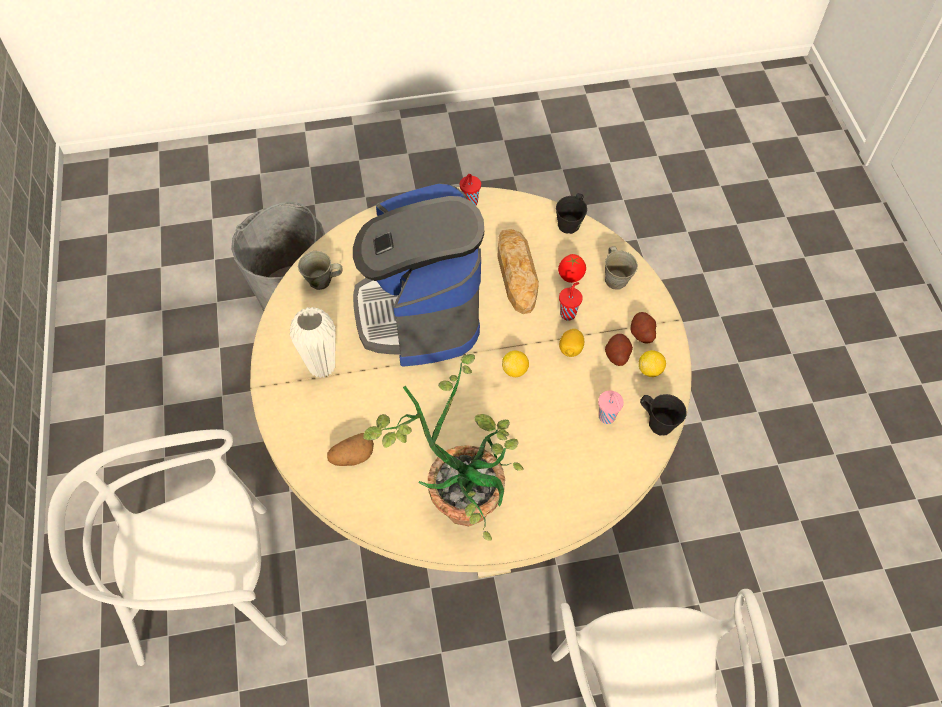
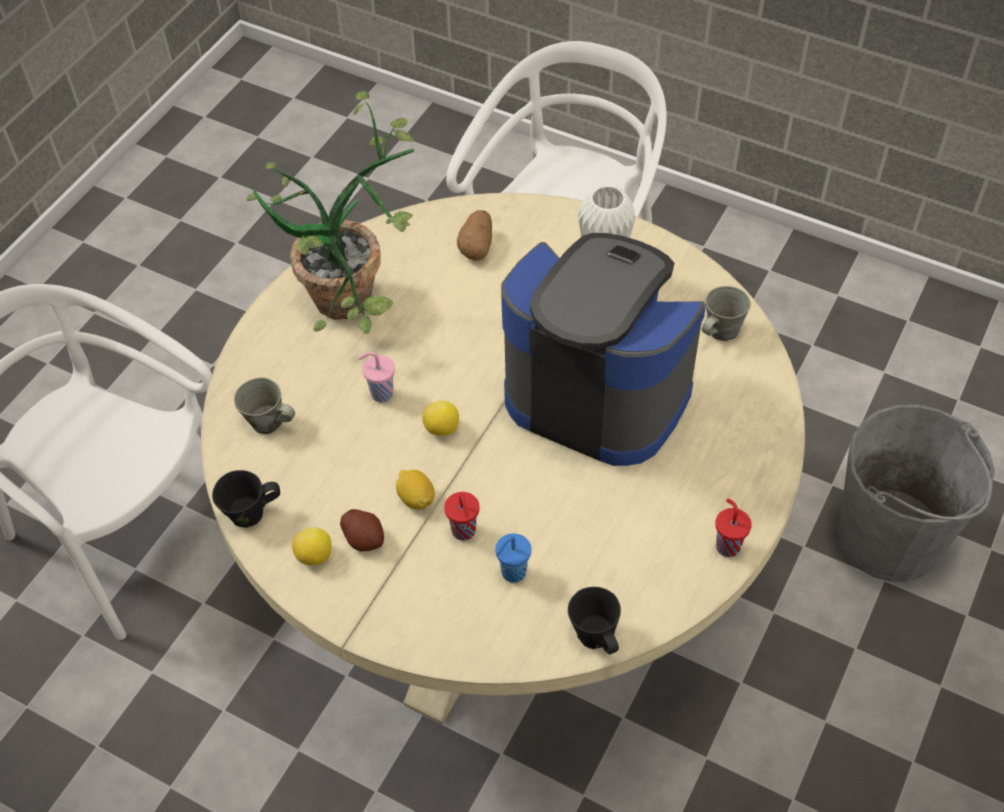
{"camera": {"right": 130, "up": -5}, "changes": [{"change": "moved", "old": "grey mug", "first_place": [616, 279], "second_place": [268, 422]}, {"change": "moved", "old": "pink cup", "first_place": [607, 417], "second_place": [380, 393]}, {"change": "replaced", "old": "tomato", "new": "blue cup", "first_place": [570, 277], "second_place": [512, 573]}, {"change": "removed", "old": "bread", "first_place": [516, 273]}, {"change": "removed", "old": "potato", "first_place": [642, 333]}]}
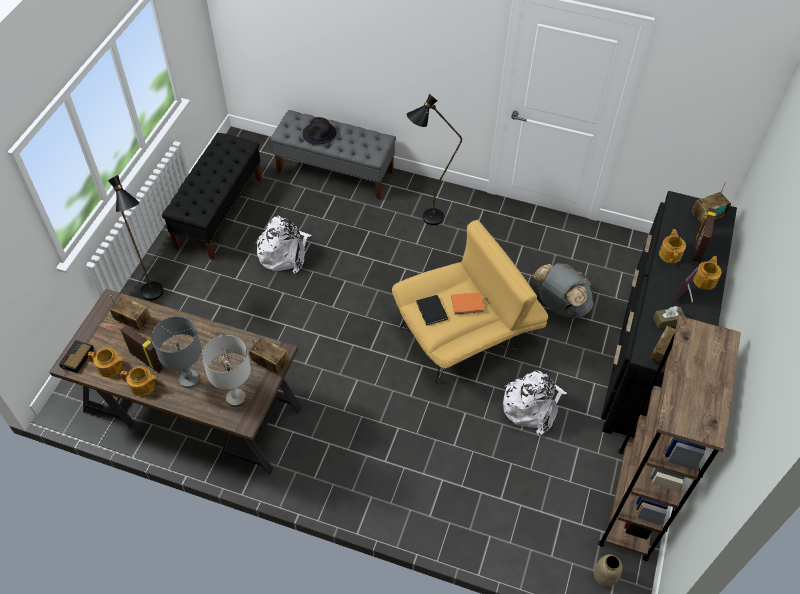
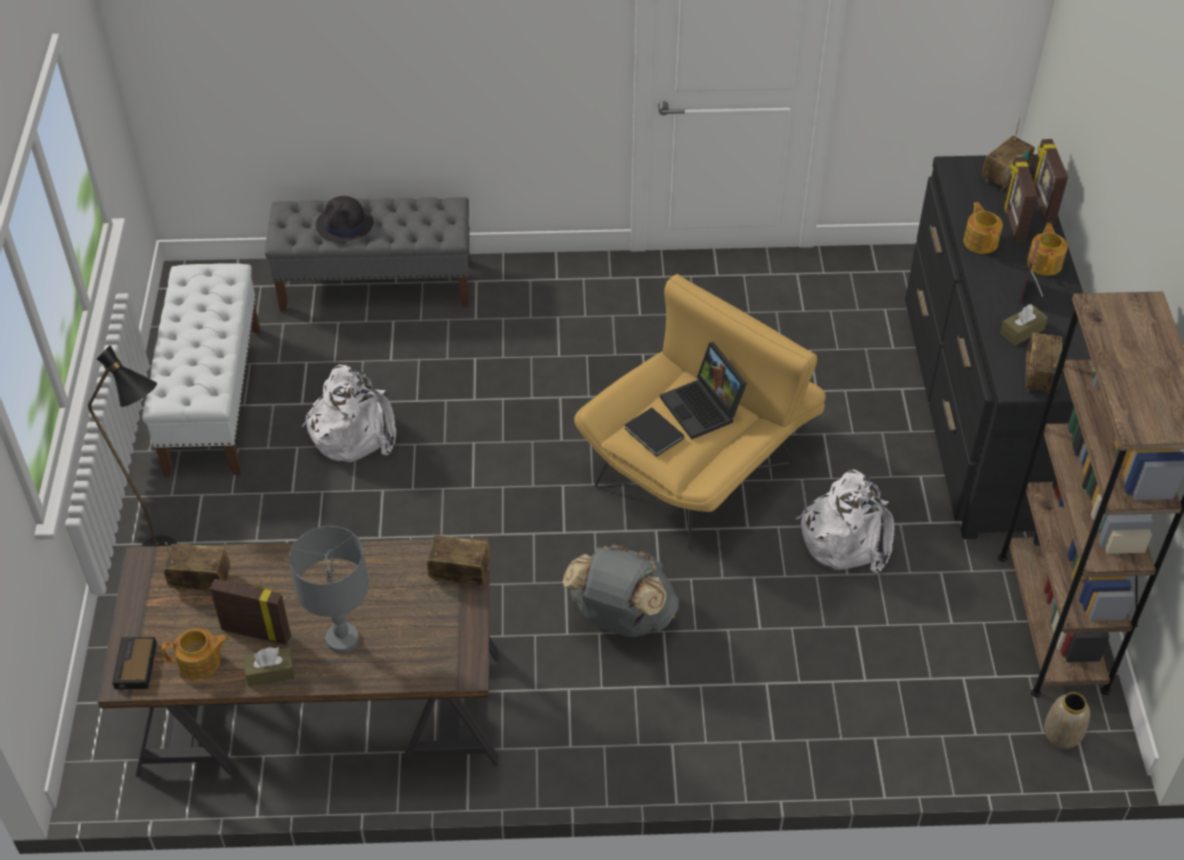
{"camera": {"right": -20, "up": -5}, "changes": [{"change": "recoloured", "old": "black bench", "new": "white bench", "first_place": [220, 213], "second_place": [214, 399]}, {"change": "replaced", "old": "teapot", "new": "brown tissue box", "first_place": [143, 386], "second_place": [270, 672]}, {"change": "moved", "old": "grey backpack", "first_place": [560, 305], "second_place": [621, 618]}, {"change": "replaced", "old": "orange book", "new": "laptop", "first_place": [468, 304], "second_place": [704, 408]}, {"change": "added", "new": "picture frame", "second_place": [1041, 204]}, {"change": "removed", "old": "grey table lamp", "first_place": [236, 398]}, {"change": "removed", "old": "black floor lamp", "first_place": [426, 220]}]}
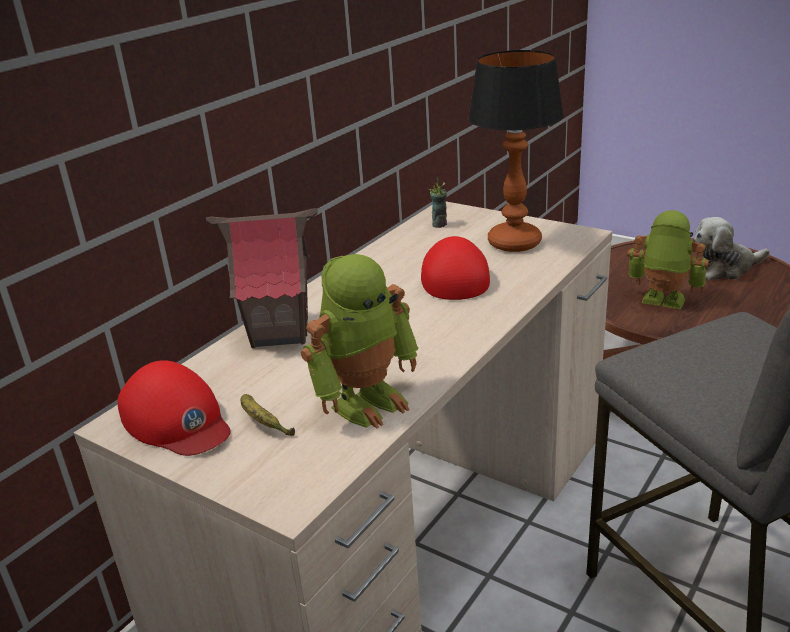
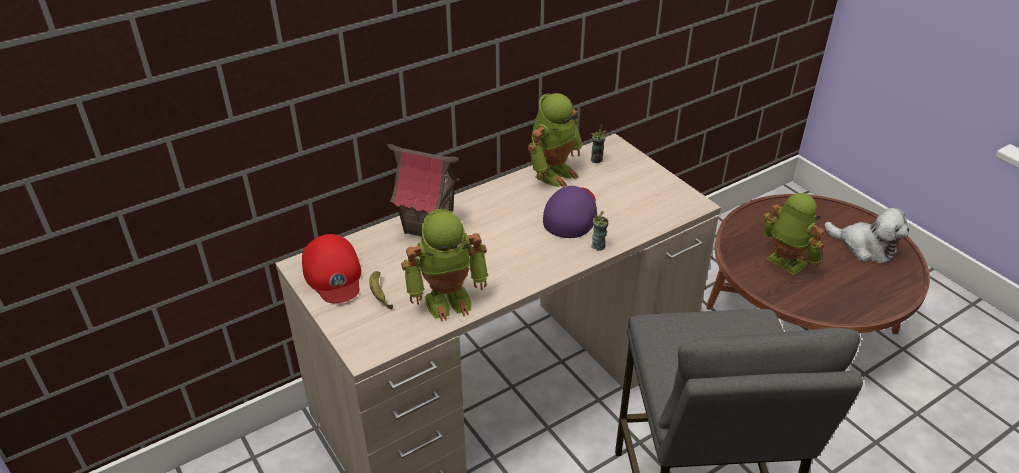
{"camera": {"right": 20, "up": 10}, "changes": [{"change": "added", "new": "toy robot", "second_place": [553, 173]}, {"change": "recoloured", "old": "red cap", "new": "purple cap", "first_place": [454, 276], "second_place": [571, 214]}, {"change": "added", "new": "cup", "second_place": [598, 246]}, {"change": "turned", "old": "plush toy", "first_place": [724, 268], "second_place": [865, 247], "degrees": -150}, {"change": "removed", "old": "table lamp", "first_place": [515, 242]}]}
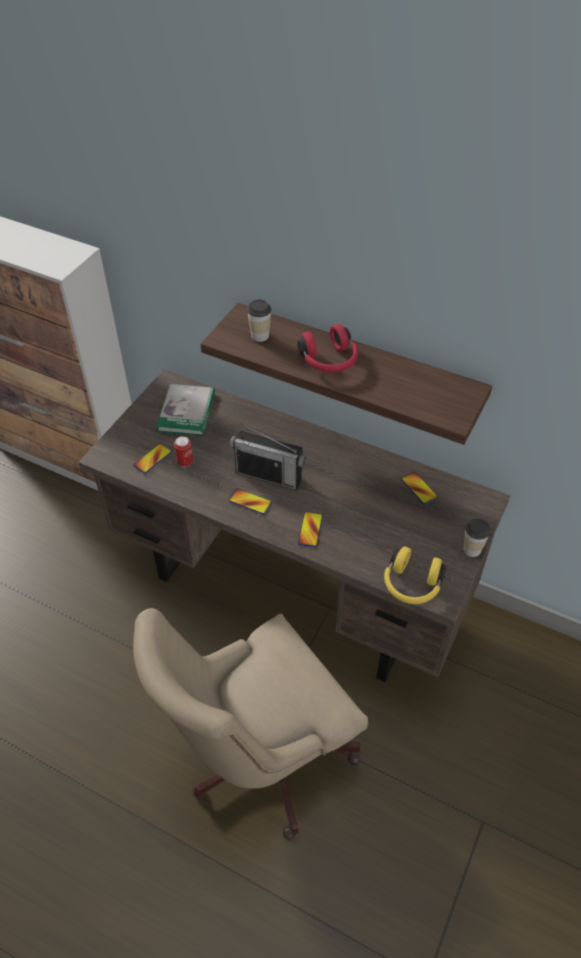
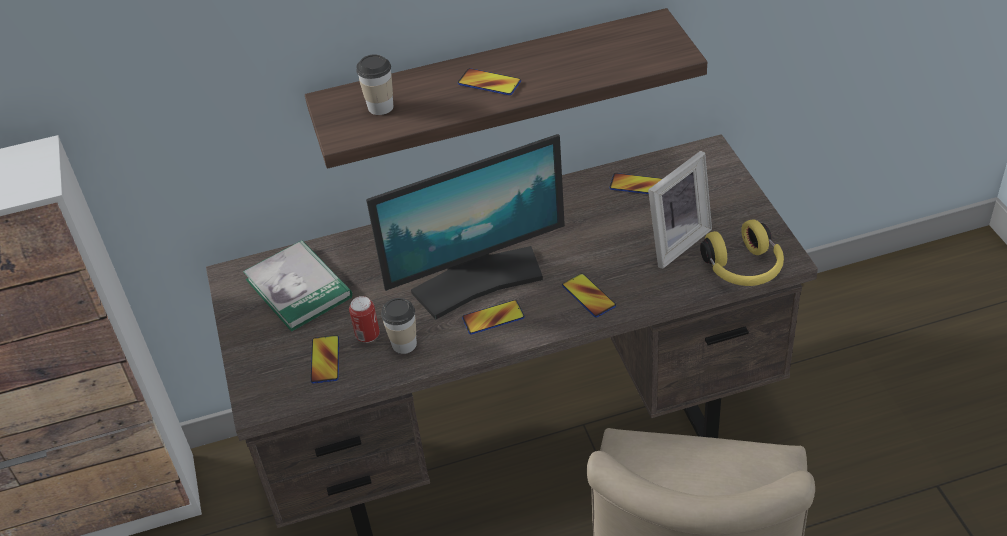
{"camera": {"right": -40, "up": -5}, "changes": [{"change": "replaced", "old": "radio", "new": "monitor", "first_place": [269, 475], "second_place": [478, 280]}, {"change": "moved", "old": "cup", "first_place": [472, 549], "second_place": [404, 344]}, {"change": "replaced", "old": "red headphones", "new": "phone", "first_place": [329, 361], "second_place": [489, 83]}, {"change": "added", "new": "picture frame", "second_place": [674, 241]}]}
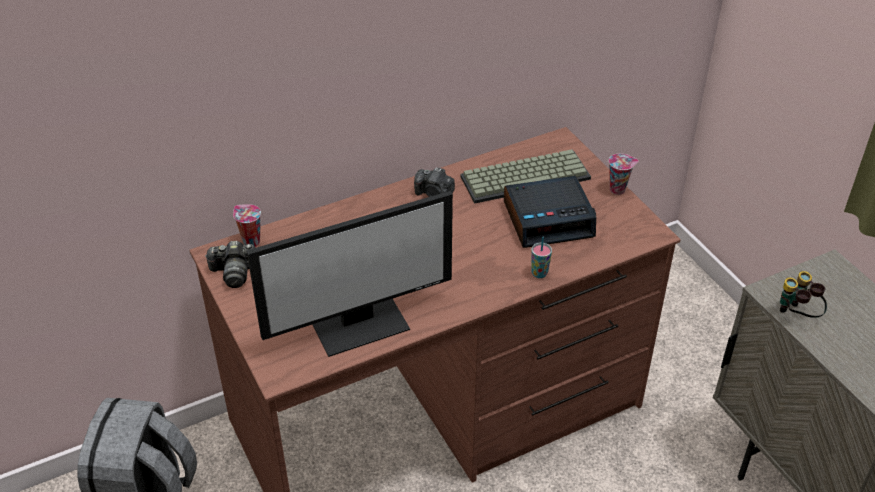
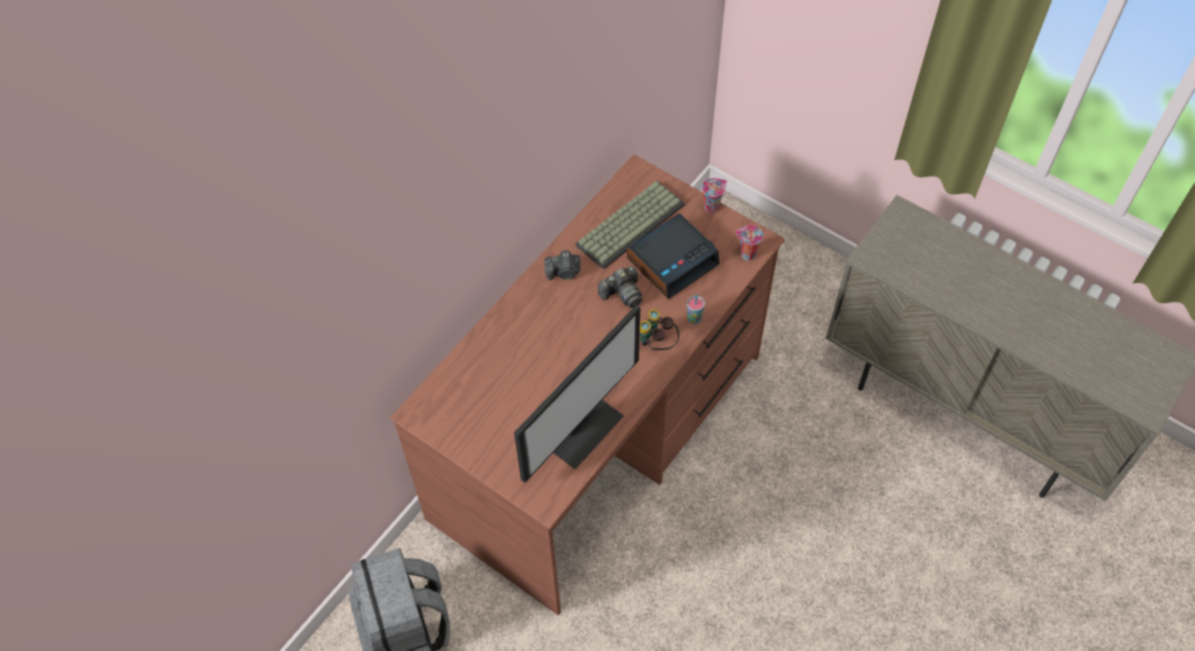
{"camera": {"right": -25, "up": 15}, "changes": [{"change": "moved", "old": "photo camera", "first_place": [234, 273], "second_place": [622, 294]}, {"change": "moved", "old": "binoculars", "first_place": [797, 315], "second_place": [657, 344]}, {"change": "moved", "old": "cup", "first_place": [250, 241], "second_place": [746, 254]}]}
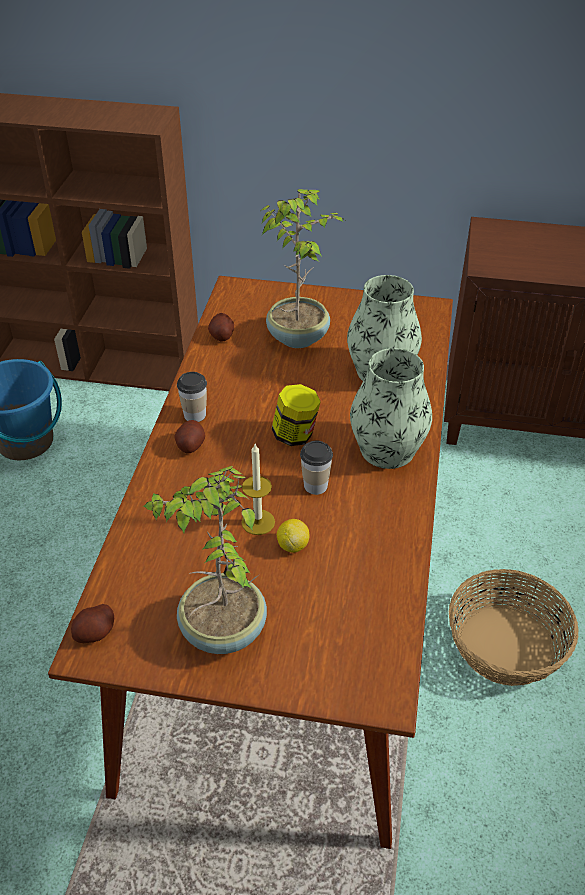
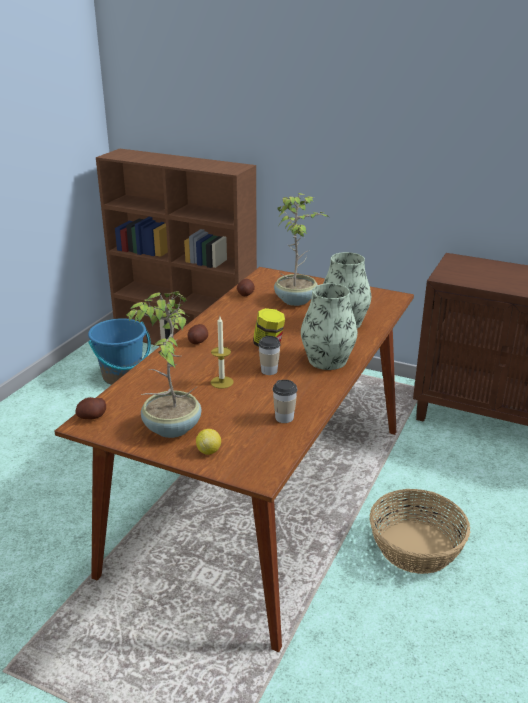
{"camera": {"right": 15, "up": -15}, "changes": [{"change": "moved", "old": "lemon", "first_place": [293, 545], "second_place": [209, 451]}, {"change": "moved", "old": "cup", "first_place": [195, 415], "second_place": [284, 418]}]}
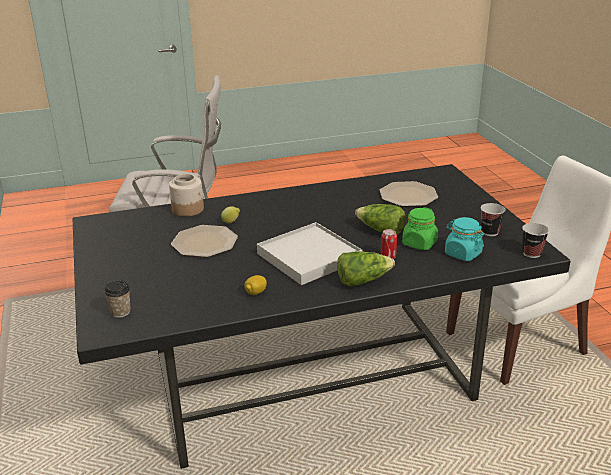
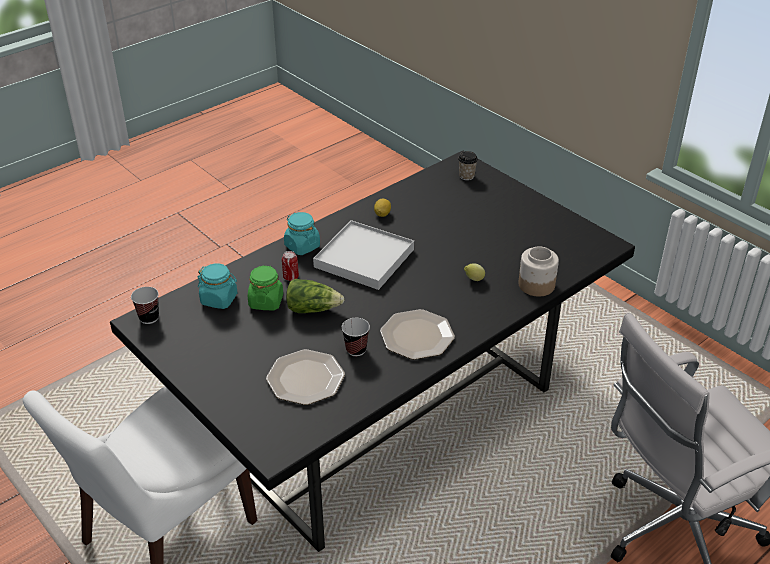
{"camera": {"right": 155, "up": 10}, "changes": [{"change": "replaced", "old": "lettuce", "new": "turquoise jar", "first_place": [362, 280], "second_place": [302, 246]}, {"change": "moved", "old": "cup", "first_place": [490, 232], "second_place": [356, 350]}, {"change": "moved", "old": "plate", "first_place": [204, 243], "second_place": [417, 335]}]}
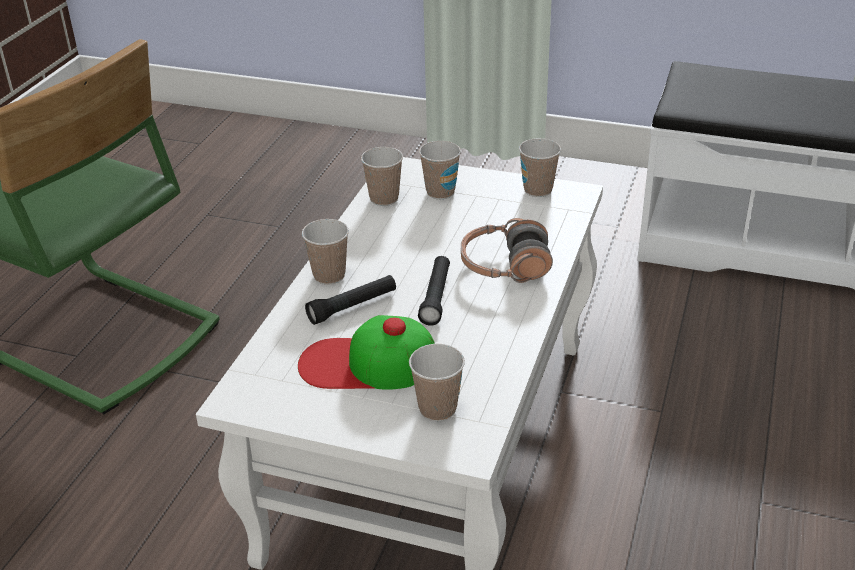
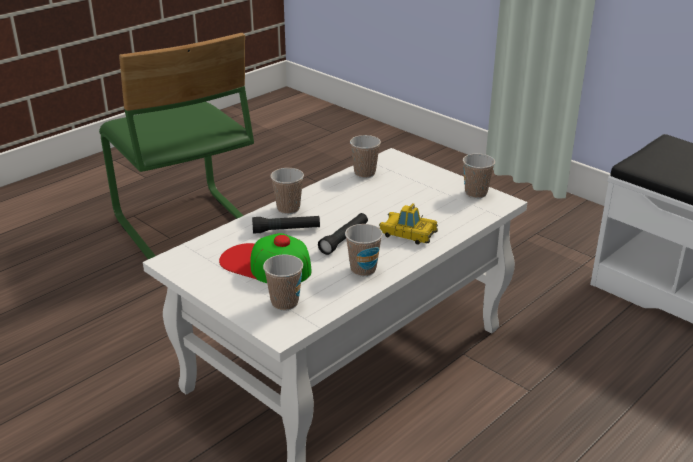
{"camera": {"right": 25, "up": -5}, "changes": [{"change": "moved", "old": "cup", "first_place": [440, 192], "second_place": [363, 269]}, {"change": "replaced", "old": "headphones", "new": "toy car", "first_place": [505, 266], "second_place": [408, 233]}]}
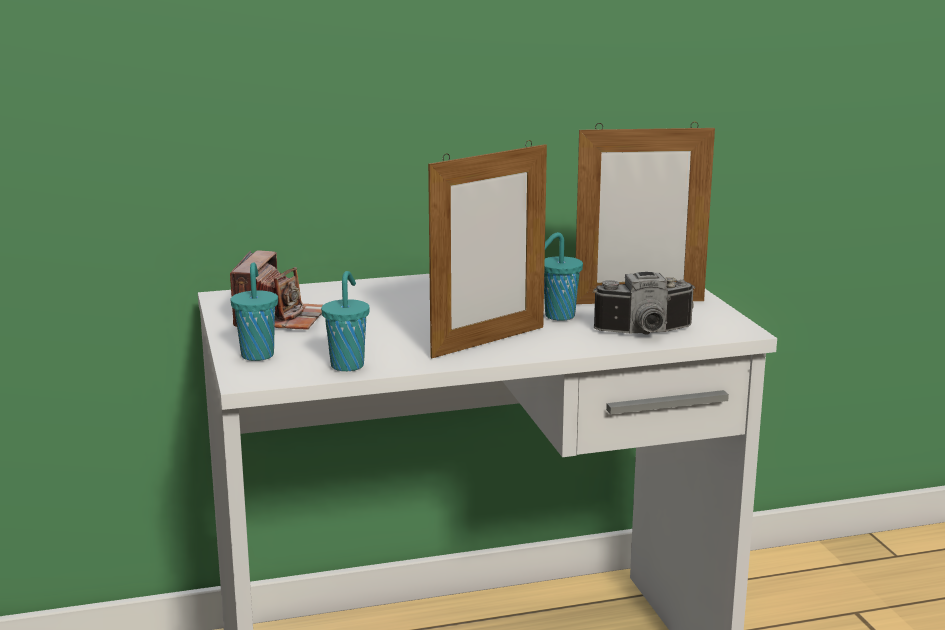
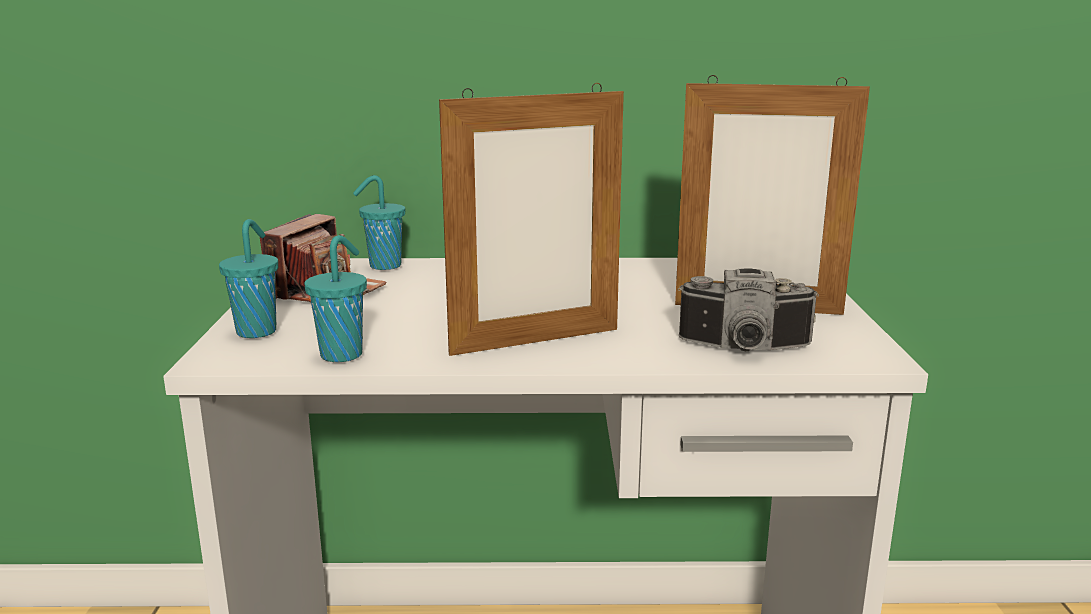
{"camera": {"right": 15, "up": 0}, "changes": [{"change": "moved", "old": "turquoise cup", "first_place": [558, 316], "second_place": [383, 266]}]}
